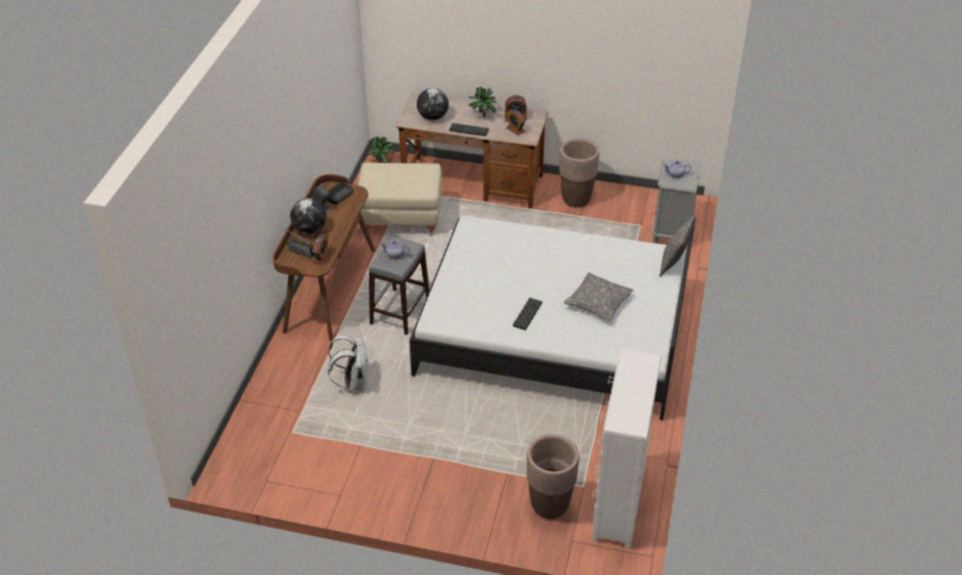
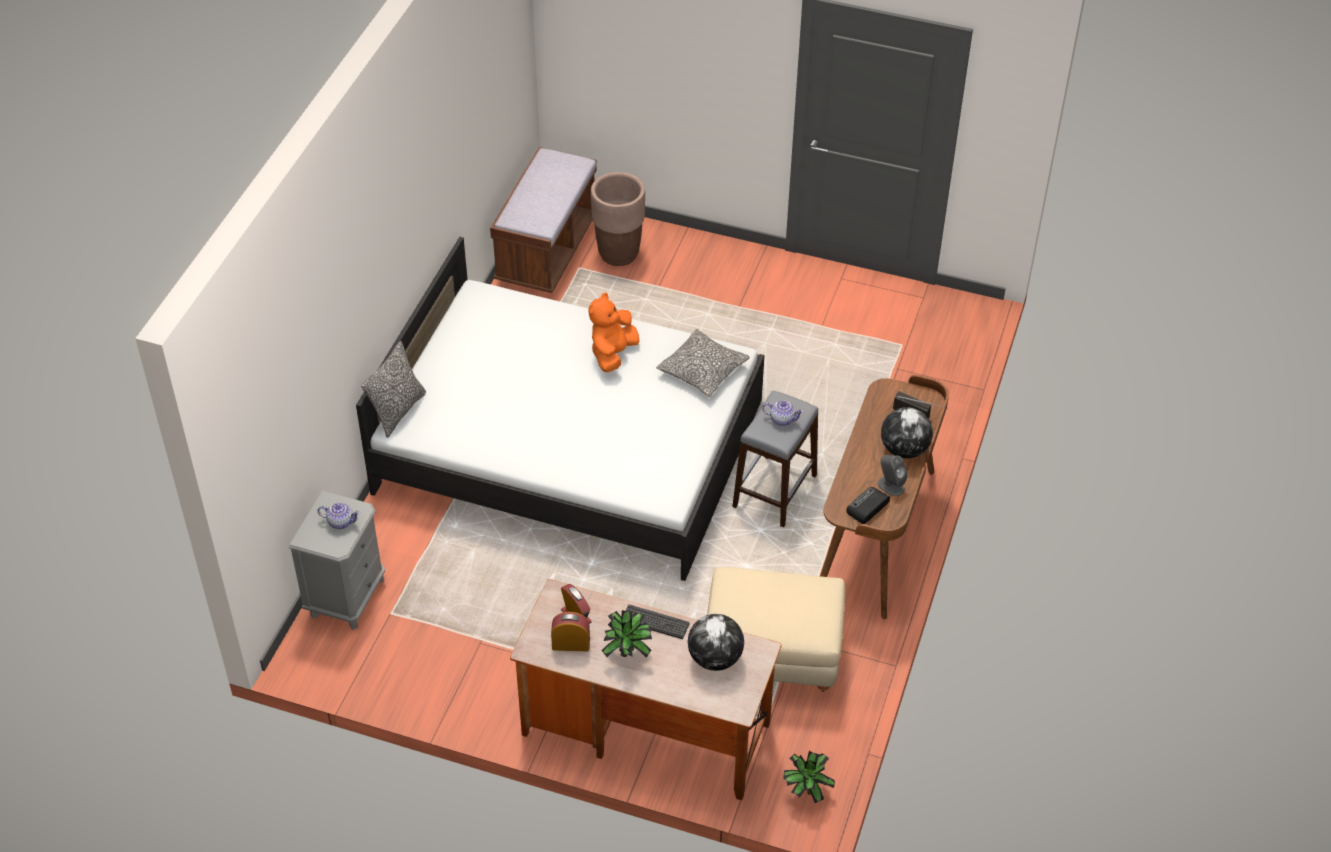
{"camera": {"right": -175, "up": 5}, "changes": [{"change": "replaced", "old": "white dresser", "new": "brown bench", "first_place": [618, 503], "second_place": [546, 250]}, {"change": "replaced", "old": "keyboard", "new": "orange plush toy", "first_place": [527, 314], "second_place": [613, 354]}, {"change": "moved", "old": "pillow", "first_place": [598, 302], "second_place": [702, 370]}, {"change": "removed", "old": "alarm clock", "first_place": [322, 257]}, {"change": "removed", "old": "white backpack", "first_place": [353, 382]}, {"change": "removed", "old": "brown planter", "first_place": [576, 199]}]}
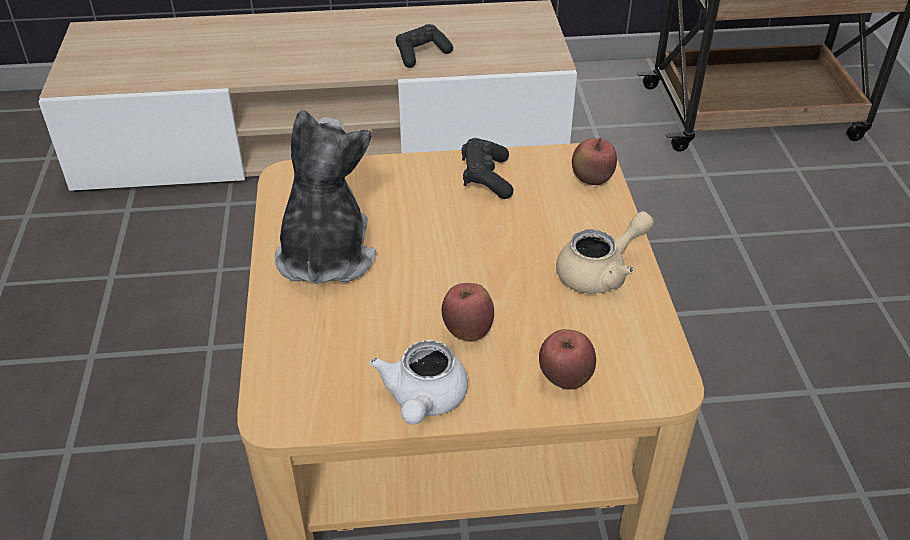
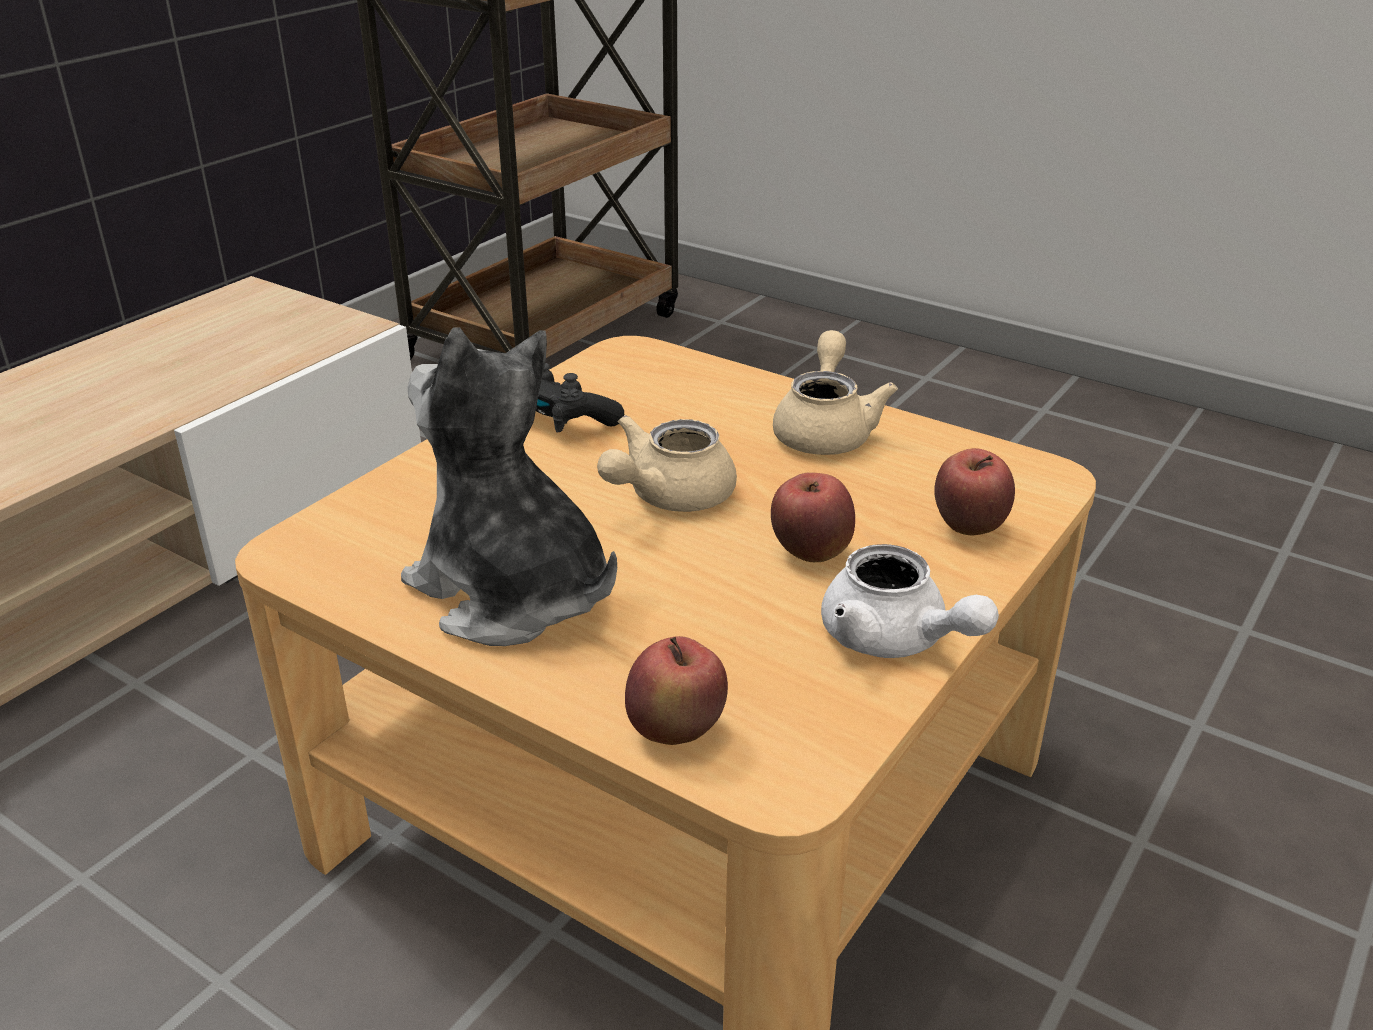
{"camera": {"right": -50, "up": -10}, "changes": [{"change": "added", "new": "beige teapot", "second_place": [668, 497]}, {"change": "moved", "old": "apple", "first_place": [591, 181], "second_place": [676, 732]}, {"change": "removed", "old": "black game controller", "first_place": [421, 55]}]}
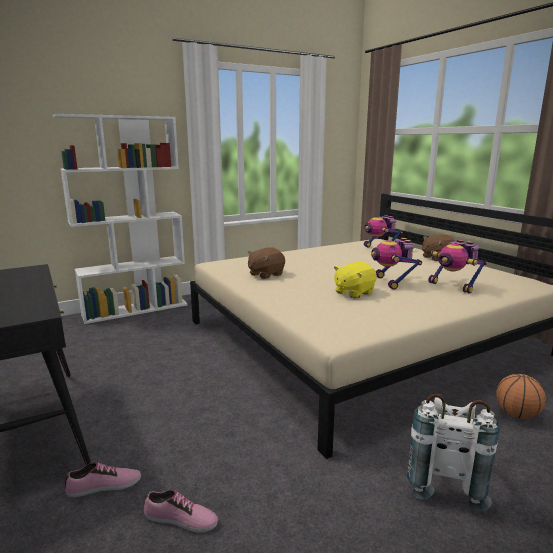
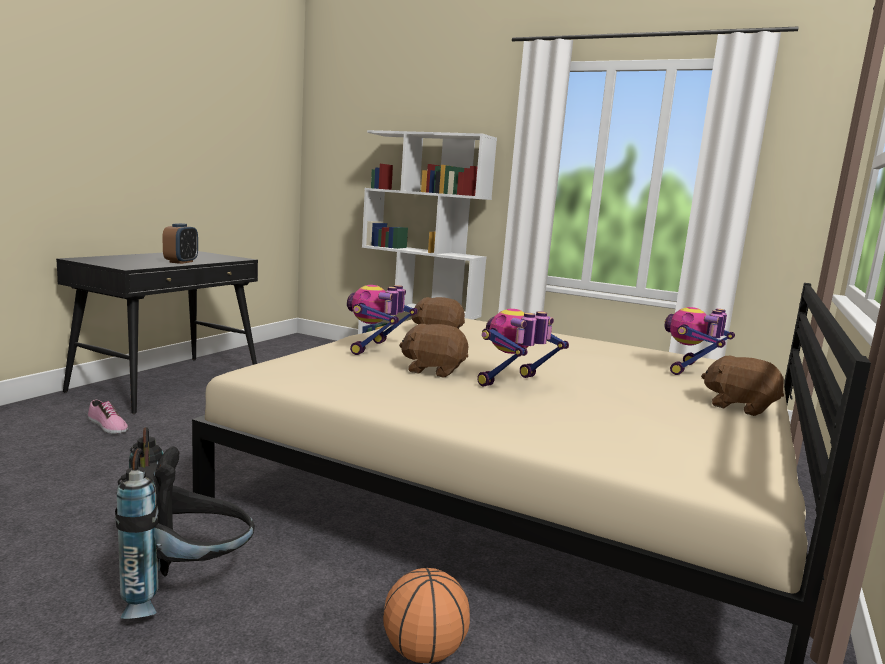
{"camera": {"right": 55, "up": -5}, "changes": [{"change": "recoloured", "old": "white backpack", "new": "black backpack", "first_place": [442, 480], "second_place": [186, 587]}, {"change": "added", "new": "alarm clock", "second_place": [181, 262]}, {"change": "moved", "old": "toy robot", "first_place": [453, 286], "second_place": [377, 349]}, {"change": "recoloured", "old": "yellow plush toy", "new": "brown plush toy", "first_place": [353, 292], "second_place": [433, 370]}, {"change": "removed", "old": "shoe", "first_place": [180, 519]}]}
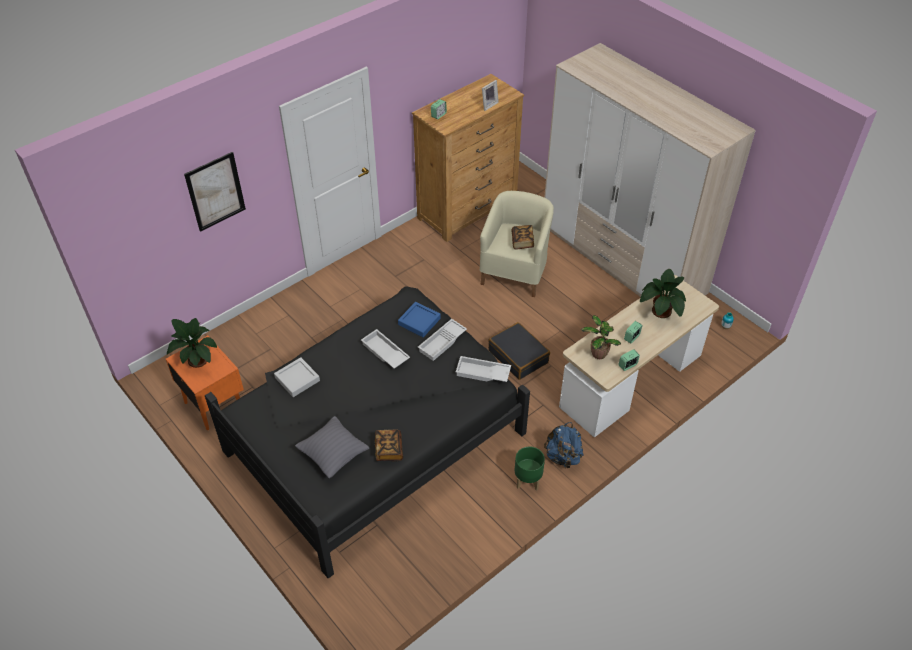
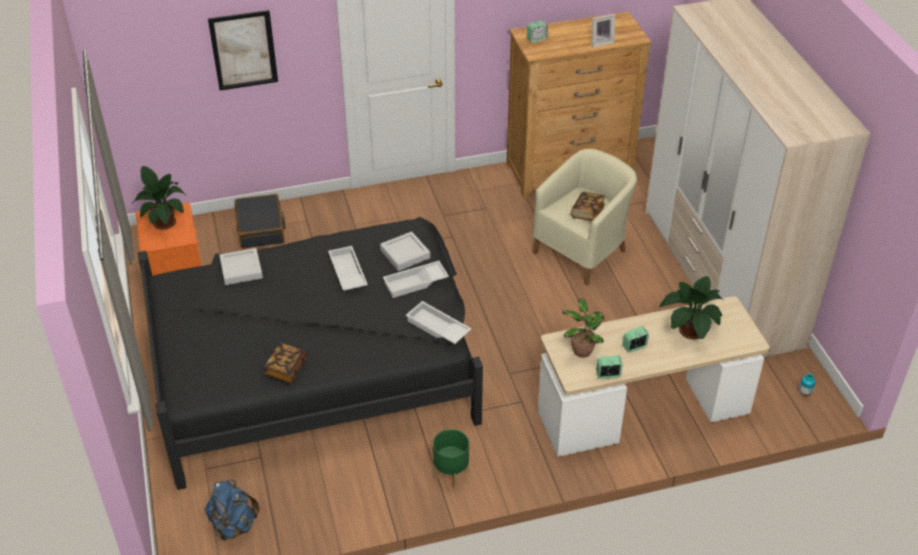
{"camera": {"right": 25, "up": -5}, "changes": [{"change": "moved", "old": "blue backpack", "first_place": [563, 457], "second_place": [233, 525]}, {"change": "moved", "old": "black suitcase", "first_place": [518, 356], "second_place": [261, 229]}, {"change": "recoloured", "old": "blue tray", "new": "grey tray", "first_place": [419, 321], "second_place": [405, 254]}, {"change": "removed", "old": "grey pillow", "first_place": [333, 455]}]}
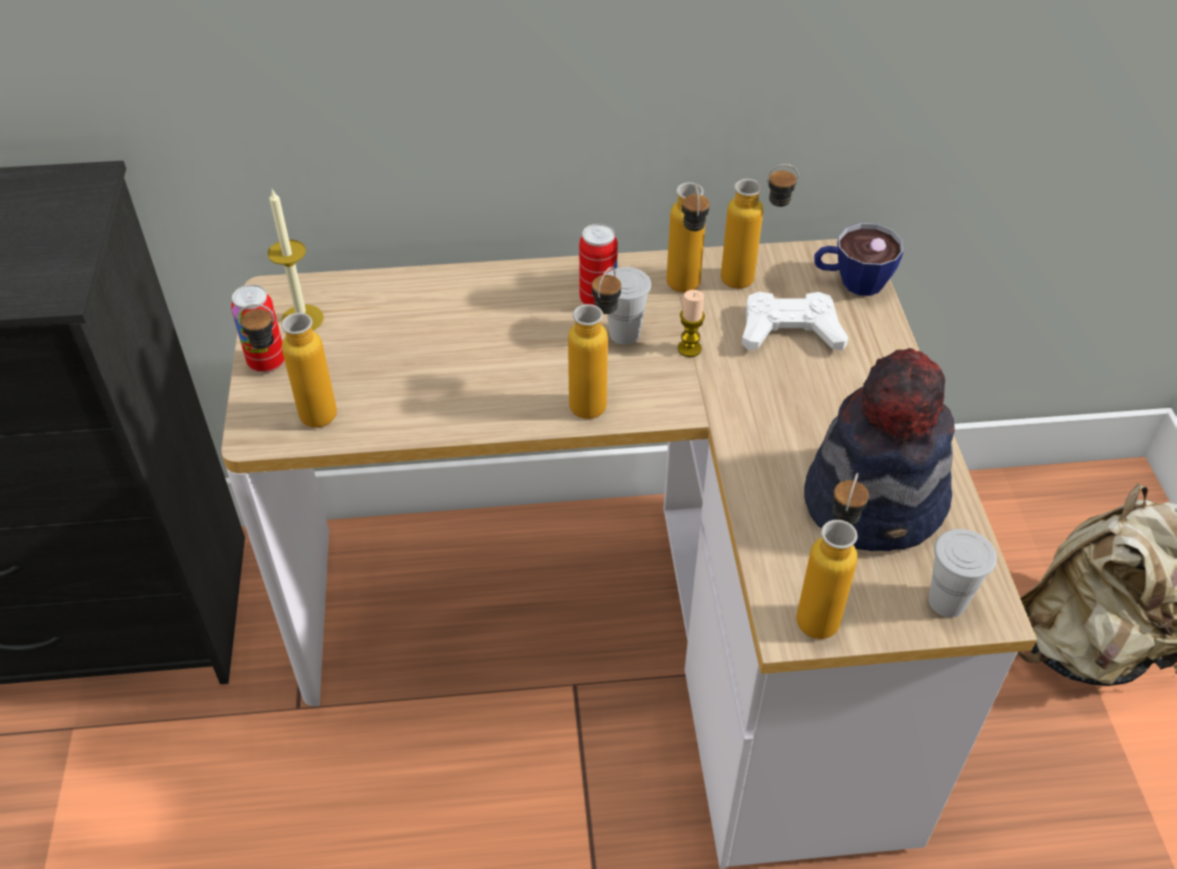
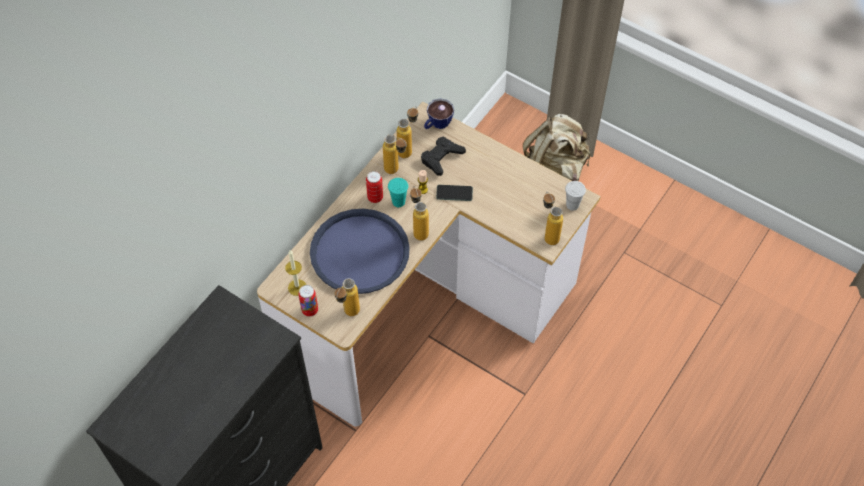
{"camera": {"right": -50, "up": 10}, "changes": [{"change": "added", "new": "blue tray", "second_place": [359, 252]}, {"change": "recoloured", "old": "white cup", "new": "turquoise cup", "first_place": [624, 334], "second_place": [398, 202]}, {"change": "recoloured", "old": "white game controller", "new": "black game controller", "first_place": [790, 330], "second_place": [441, 158]}, {"change": "added", "new": "phone", "second_place": [454, 193]}, {"change": "removed", "old": "hat", "first_place": [876, 500]}]}
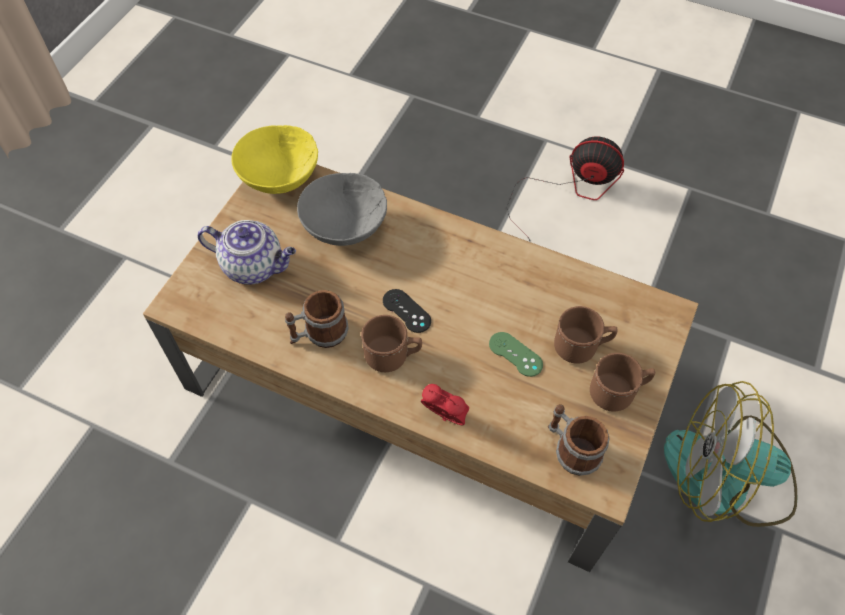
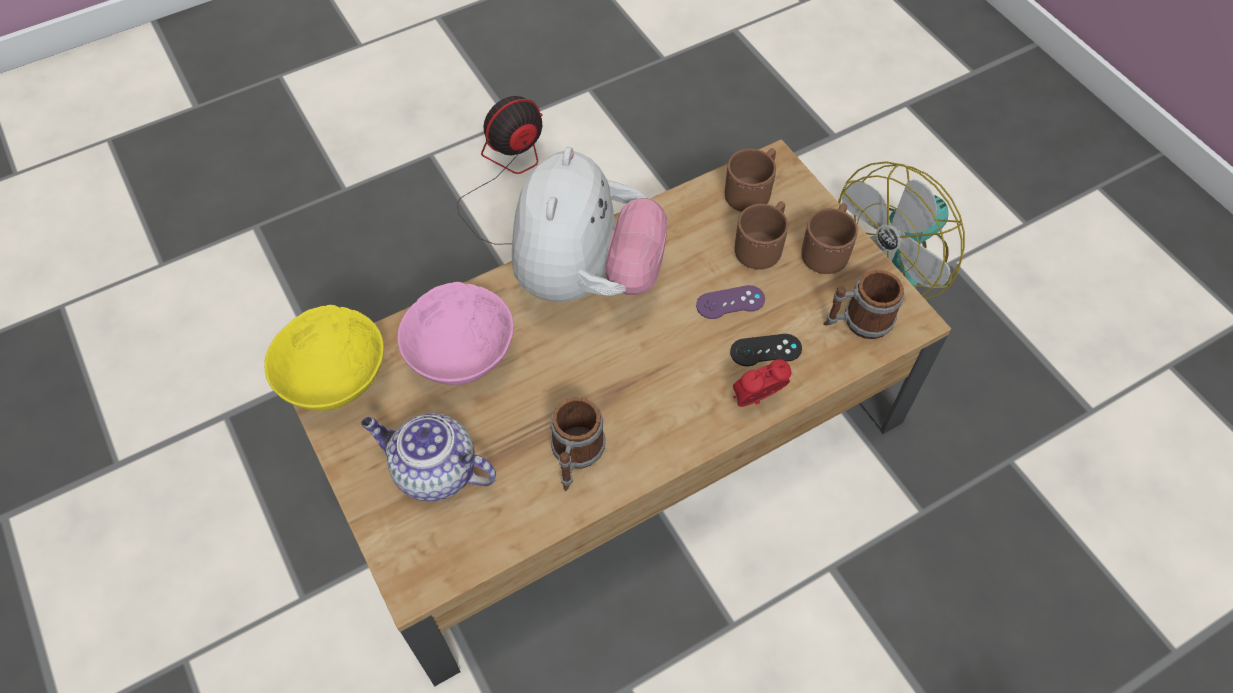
{"camera": {"right": -55, "up": 0}, "changes": [{"change": "turned", "old": "teapot", "first_place": [255, 266], "second_place": [433, 471], "degrees": -120}, {"change": "recoloured", "old": "grey bowl", "new": "pink bowl", "first_place": [345, 230], "second_place": [463, 358]}, {"change": "added", "new": "plush toy", "second_place": [587, 278]}, {"change": "recoloured", "old": "green game controller", "new": "purple game controller", "first_place": [515, 354], "second_place": [730, 302]}, {"change": "moved", "old": "brown mug", "first_place": [393, 356], "second_place": [751, 193]}, {"change": "moved", "old": "black game controller", "first_place": [406, 311], "second_place": [765, 350]}]}
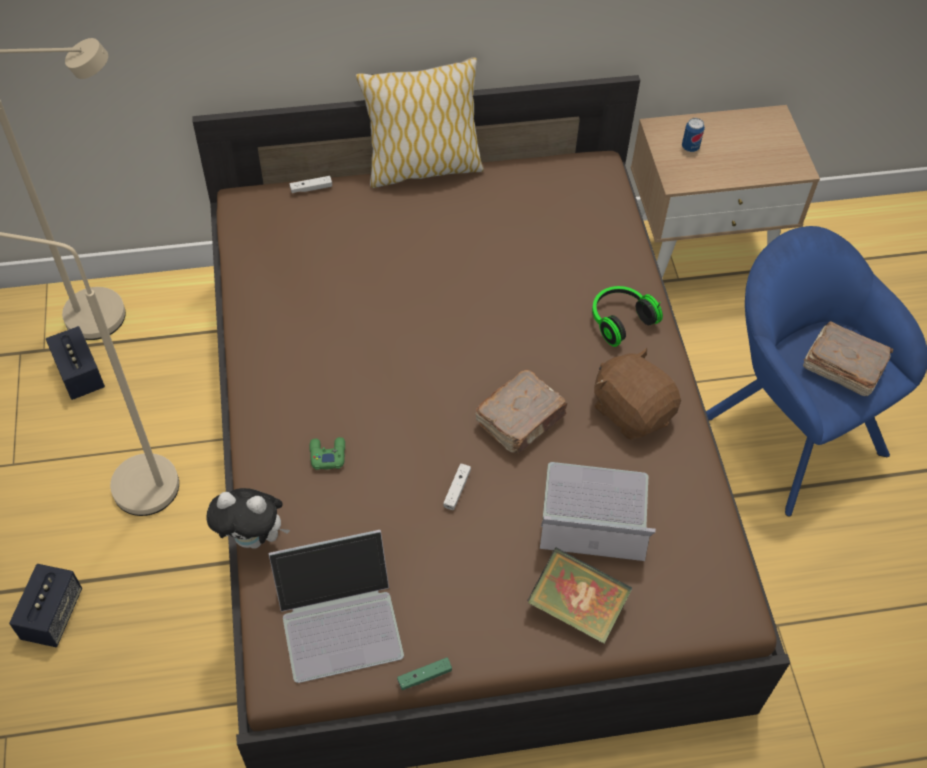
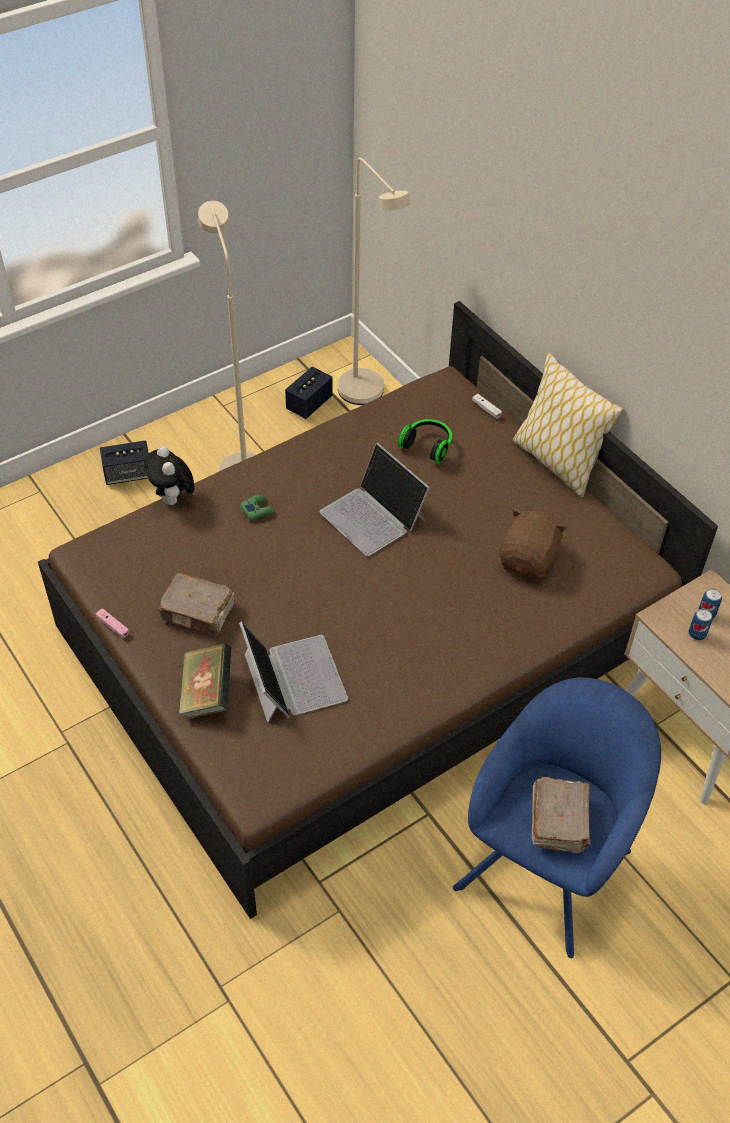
{"camera": {"right": 65, "up": -5}, "changes": [{"change": "recoloured", "old": "green game controller", "new": "pink game controller", "first_place": [424, 676], "second_place": [113, 626]}, {"change": "moved", "old": "brown book", "first_place": [521, 420], "second_place": [198, 613]}, {"change": "moved", "old": "laptop", "first_place": [340, 618], "second_place": [373, 516]}, {"change": "moved", "old": "headphones", "first_place": [619, 320], "second_place": [428, 446]}, {"change": "moved", "old": "brown plush toy", "first_place": [632, 410], "second_place": [528, 559]}, {"change": "added", "new": "can", "second_place": [697, 634]}, {"change": "removed", "old": "white game controller", "first_place": [457, 489]}]}
